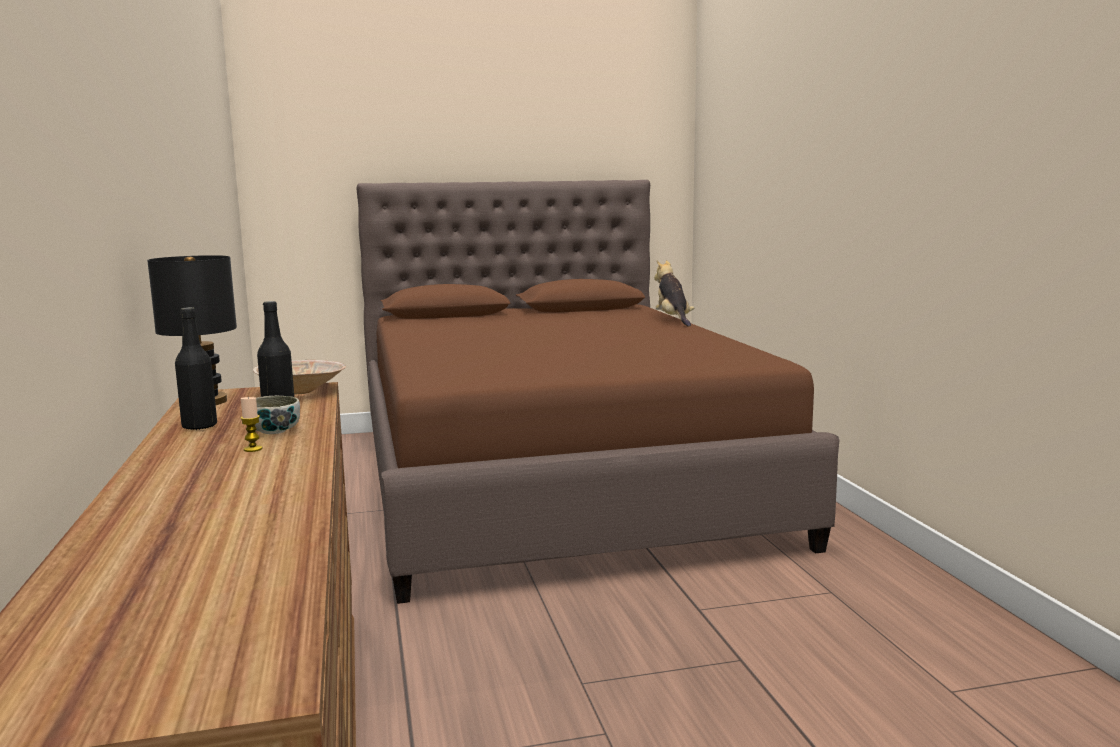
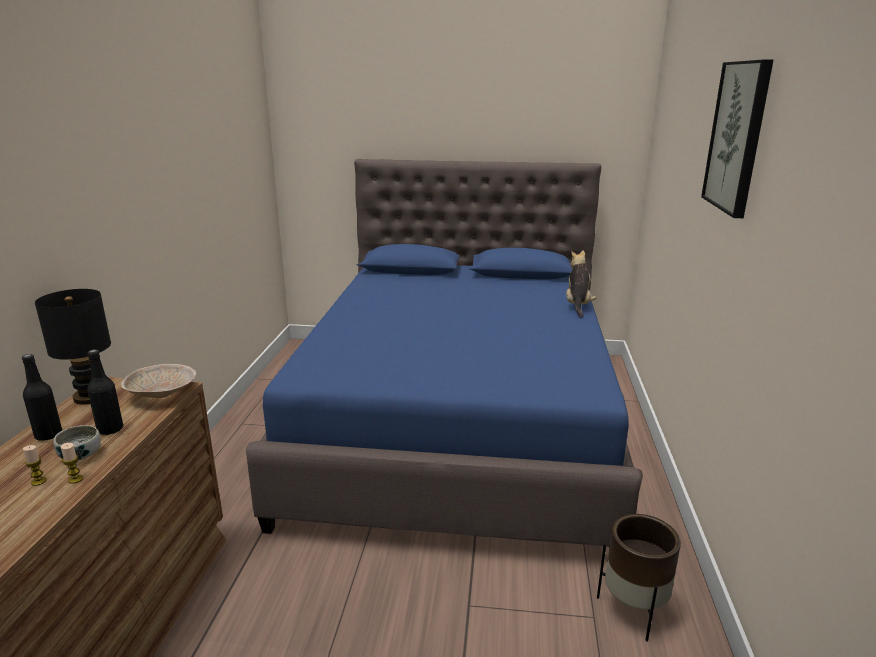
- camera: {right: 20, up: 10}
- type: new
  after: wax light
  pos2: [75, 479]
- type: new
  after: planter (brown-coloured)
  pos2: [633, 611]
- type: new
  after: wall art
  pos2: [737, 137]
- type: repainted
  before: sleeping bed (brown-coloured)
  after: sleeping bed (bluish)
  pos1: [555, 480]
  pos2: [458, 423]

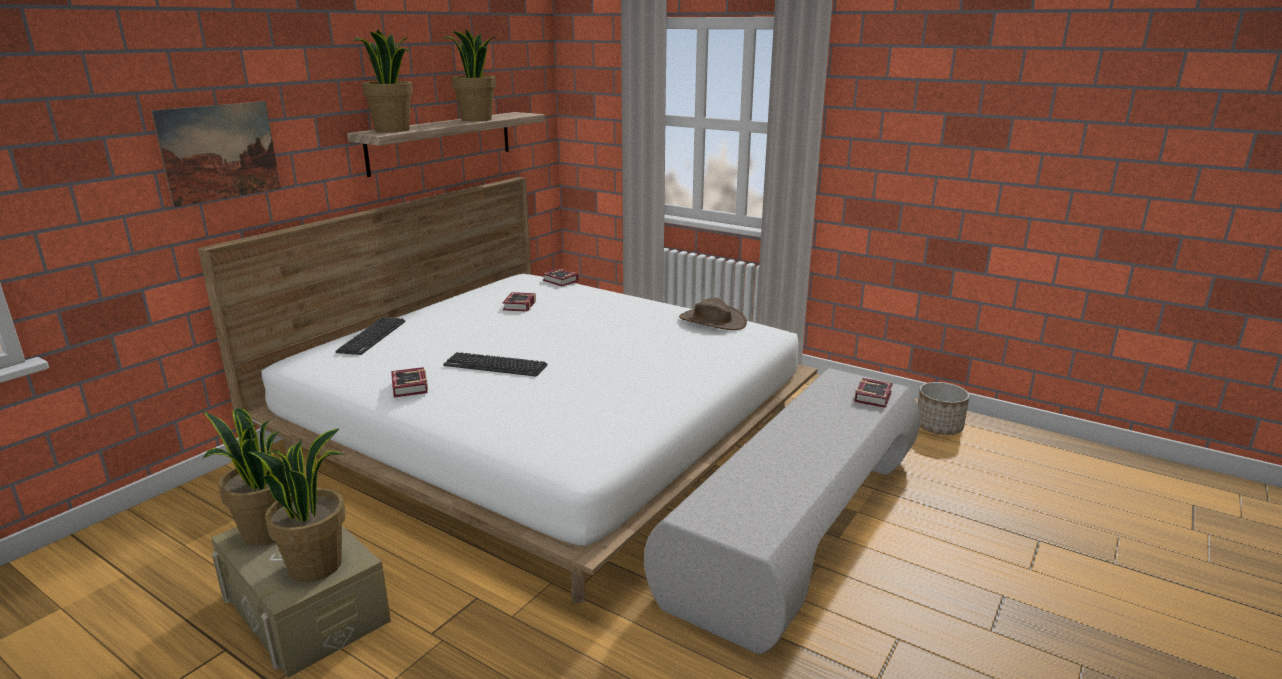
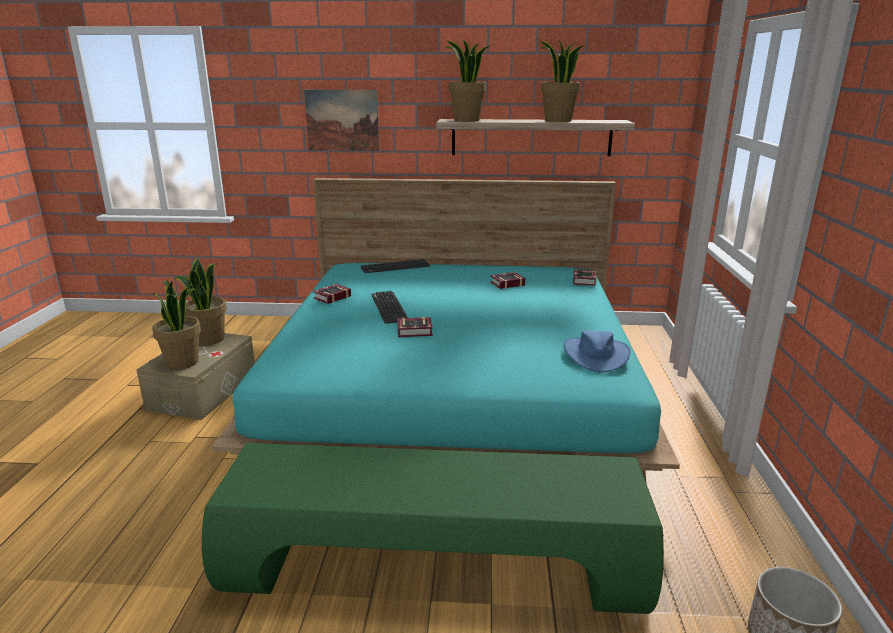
- camera: {right: 60, up: 0}
- type: shifted
  before: book
  pos1: [874, 396]
  pos2: [416, 331]
- type: repainted
  before: sleeping bed (white)
  after: sleeping bed (blue-green)
  pos1: [547, 434]
  pos2: [454, 390]
- type: repainted
  before: long seat (greyish)
  after: long seat (green)
  pos1: [796, 522]
  pos2: [434, 561]
- type: repainted
  before: wearable hat (brown-coloured)
  after: wearable hat (bluish)
  pos1: [712, 321]
  pos2: [595, 355]

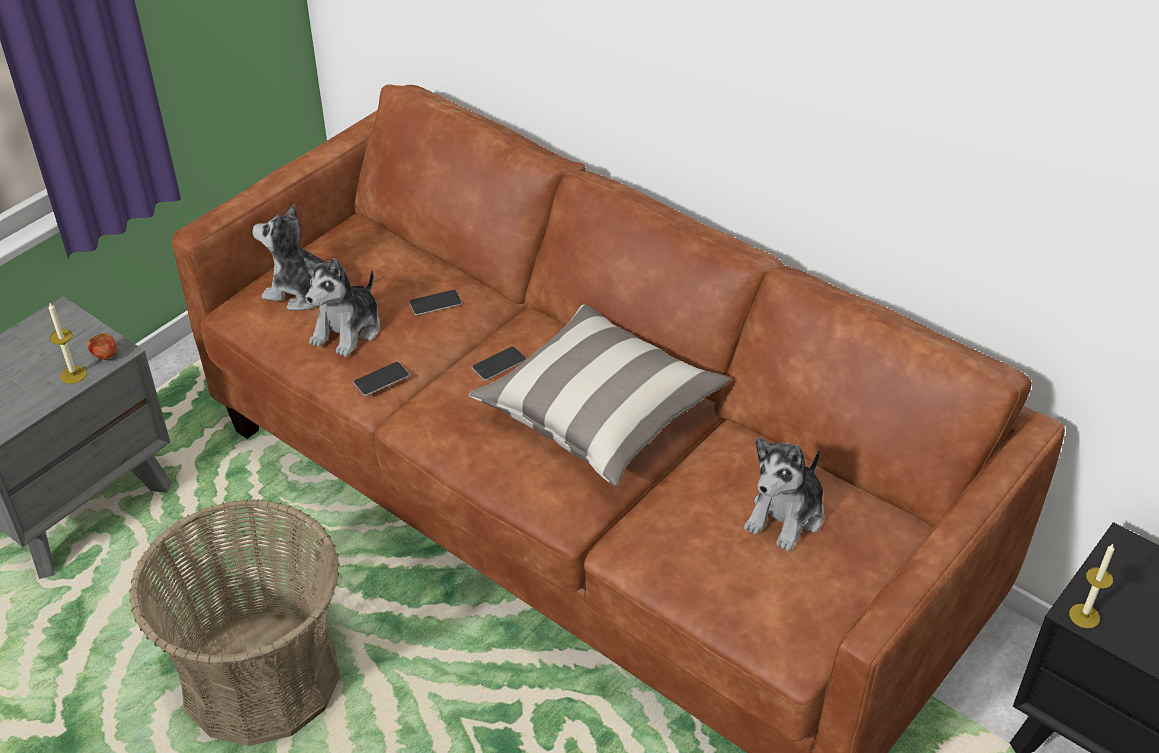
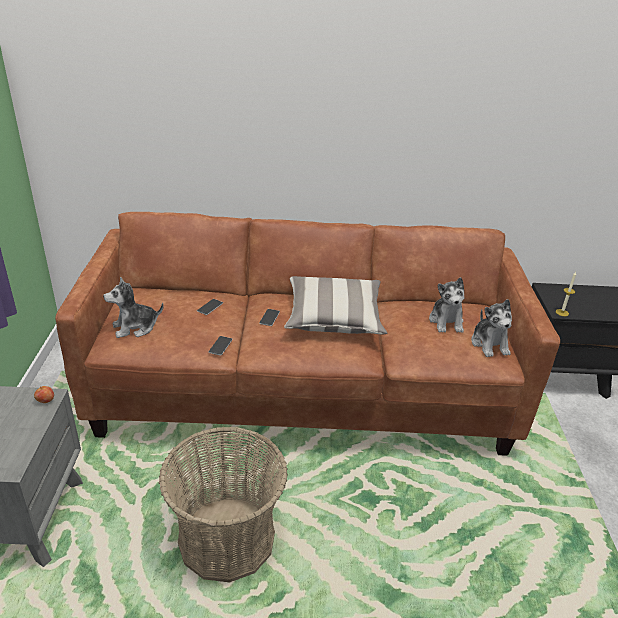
- camera: {right: -40, up: -10}
- type: gone
  before: wax light
  pos1: [73, 375]
- type: shifted
  before: plush toy
  pos1: [348, 330]
  pos2: [489, 344]

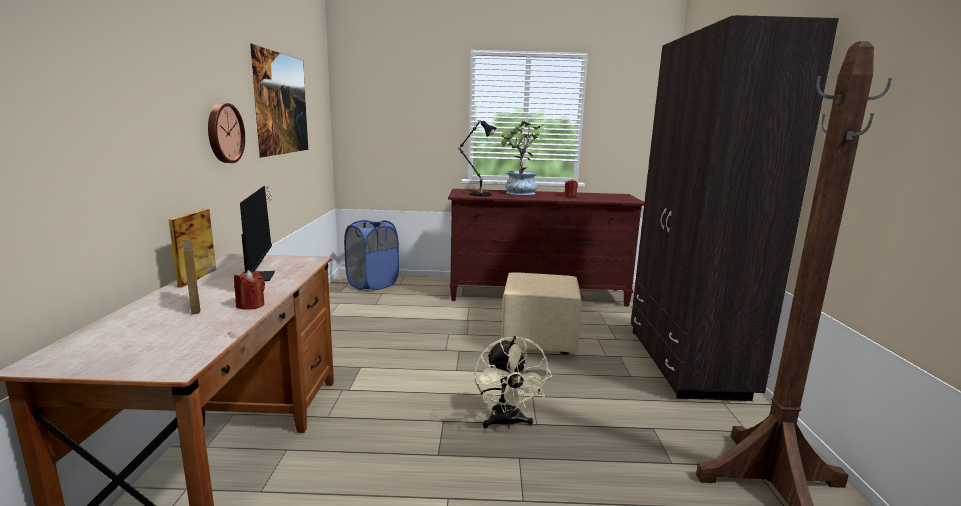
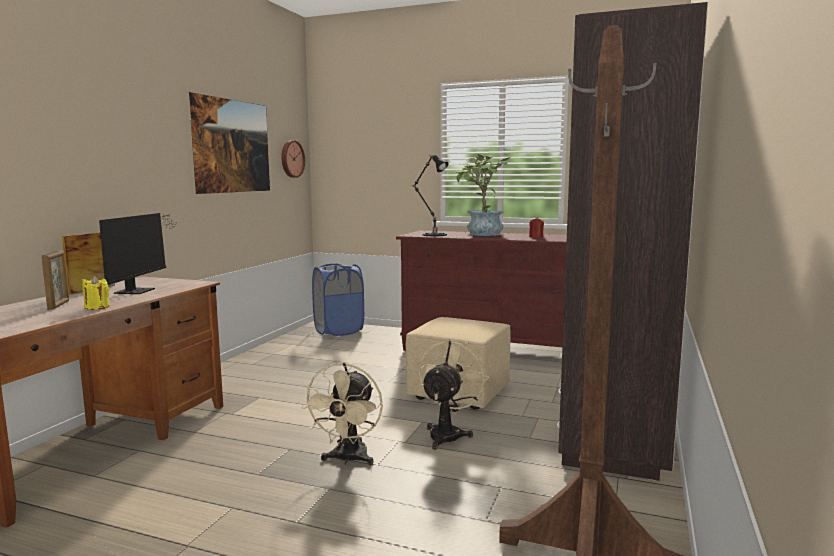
- camera: {right: 20, up: -5}
- type: new
  after: fan (beige-coloured)
  pos2: [448, 434]
- type: shifted
  before: wall clock
  pos1: [223, 133]
  pos2: [291, 159]
- type: repainted
  before: wax light (red-coloured)
  after: wax light (yellow-coloured)
  pos1: [251, 305]
  pos2: [97, 307]

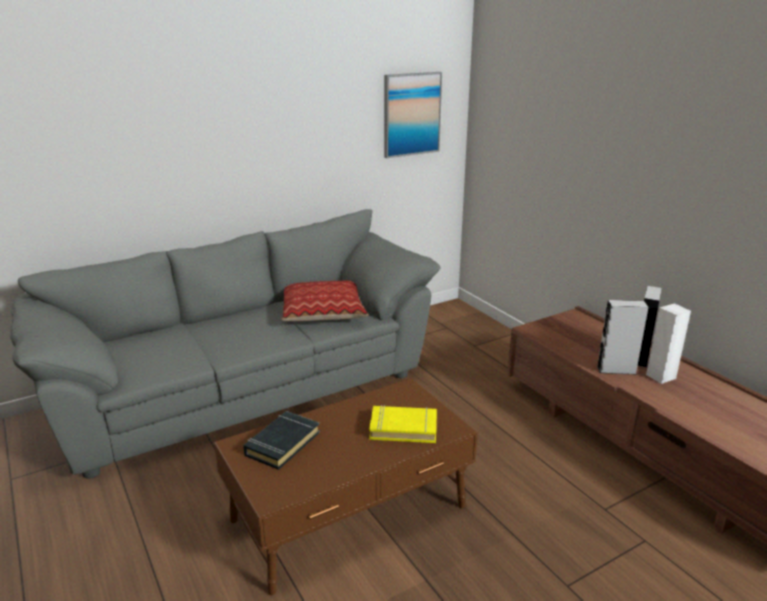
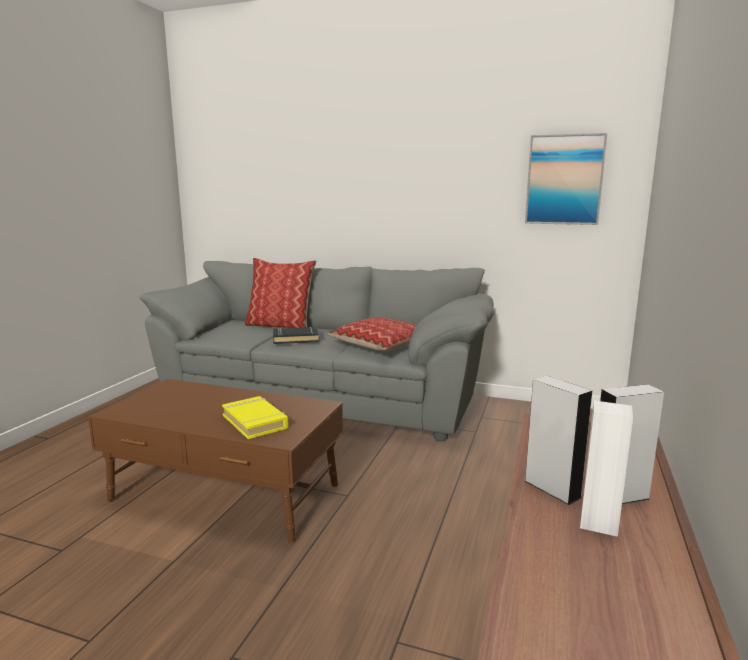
- camera: {right: 50, up: -10}
- type: new
  after: throw pillow
  pos2: [280, 326]
- type: shifted
  before: book (black-coloured)
  pos1: [282, 443]
  pos2: [296, 339]

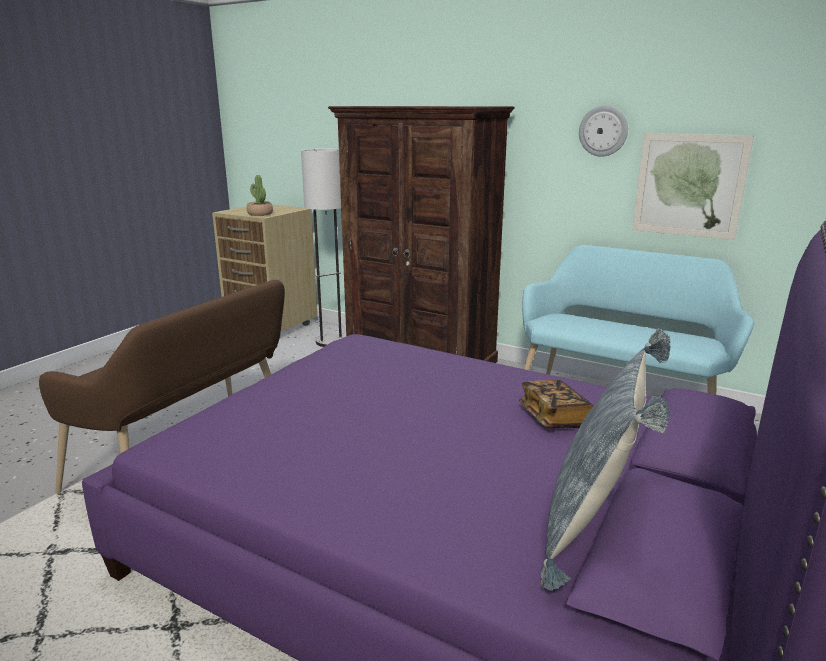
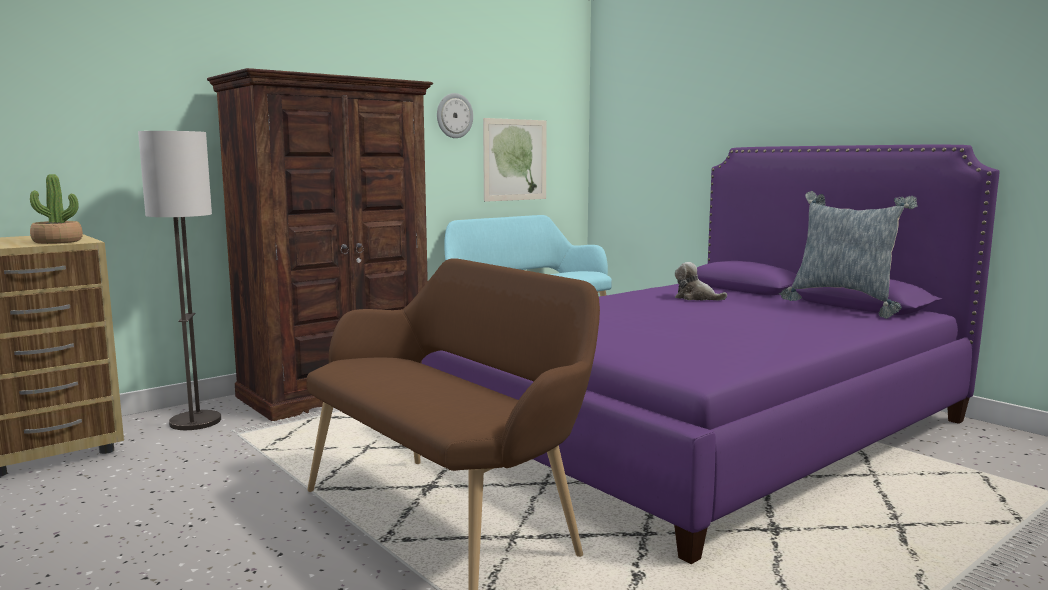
- camera: {right: -70, up: -10}
- type: swapped
  before: book
  after: plush toy
  pos1: [554, 418]
  pos2: [696, 298]

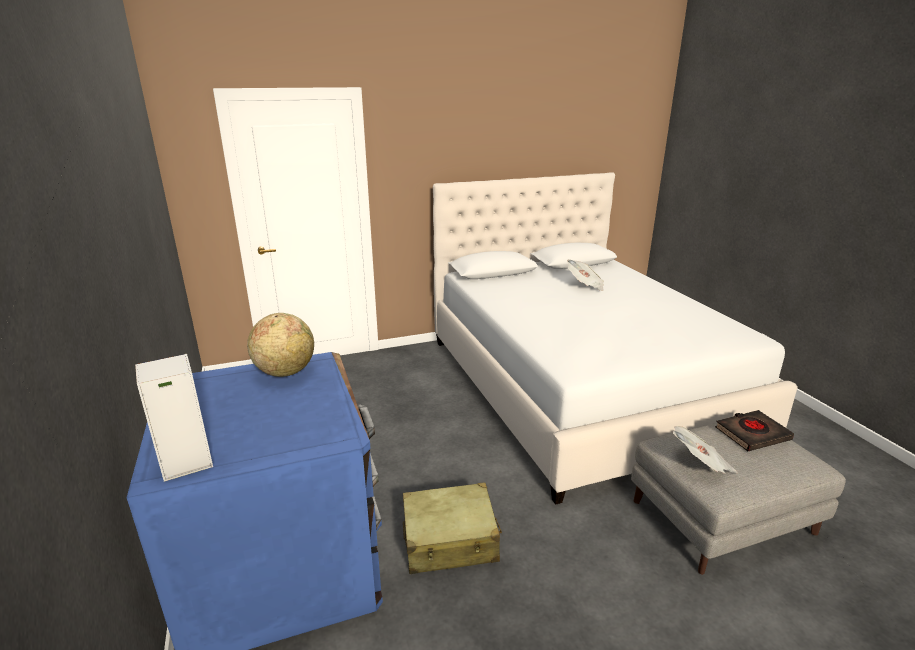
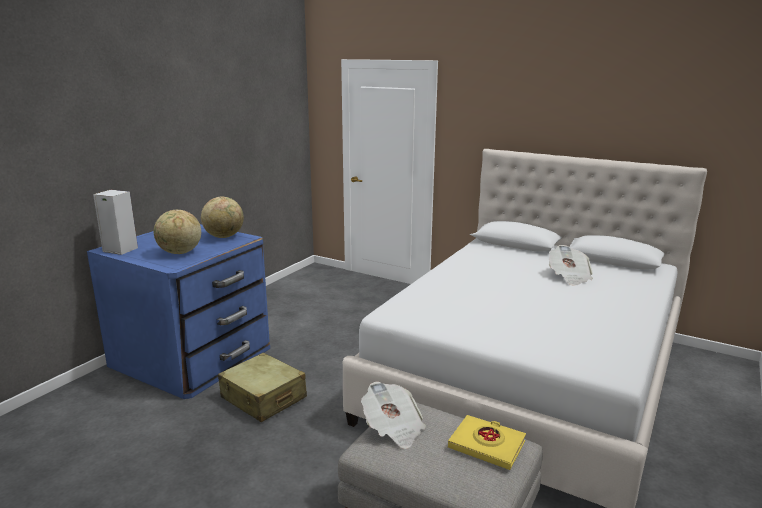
- camera: {right: 50, up: -5}
- type: new
  after: desk globe
  pos2: [180, 253]
- type: repainted
  before: book (black-coloured)
  after: book (yellow-coloured)
  pos1: [752, 434]
  pos2: [487, 445]

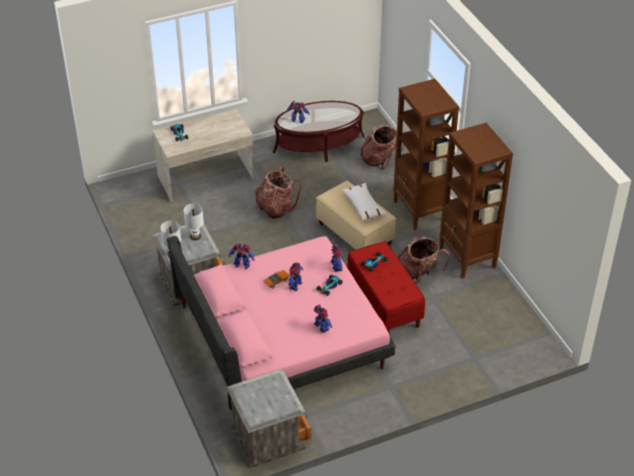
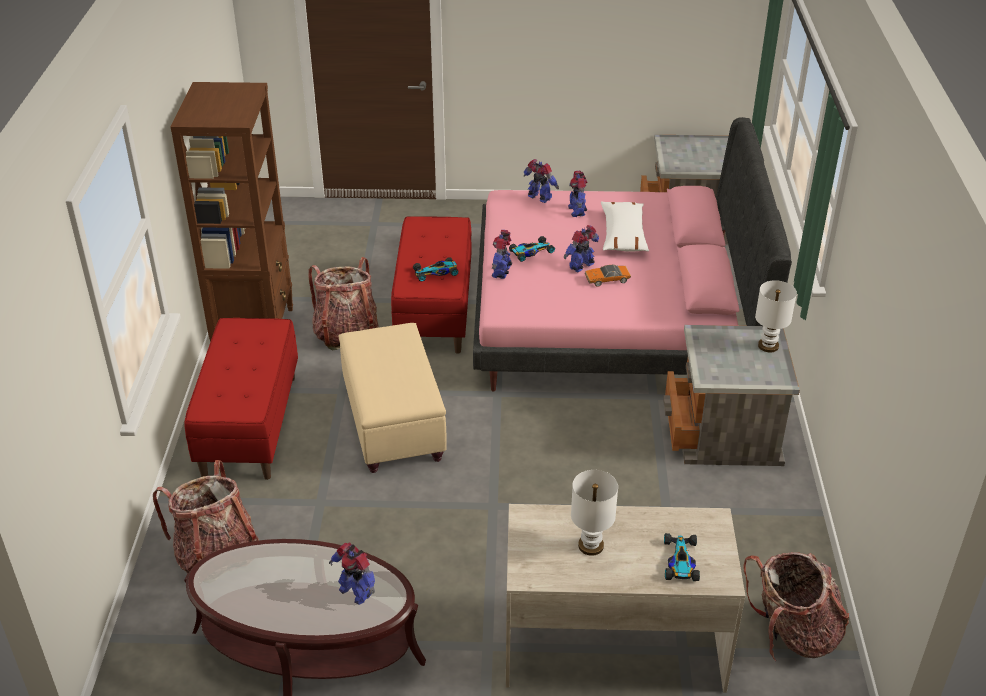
- camera: {right: -155, up: -5}
- type: shifted
  before: table lamp (white)
  pos1: [195, 236]
  pos2: [591, 546]
- type: shifted
  before: model robot
  pos1: [242, 265]
  pos2: [539, 198]
- type: shifted
  before: knapsack
  pos1: [276, 208]
  pos2: [792, 634]
- type: shifted
  before: throw pillow (white)
  pos1: [363, 206]
  pos2: [623, 234]
- type: swapped
  before: shelving unit (brown-coloured)
  after: long seat (red-coloured)
  pos1: [420, 211]
  pos2: [249, 425]

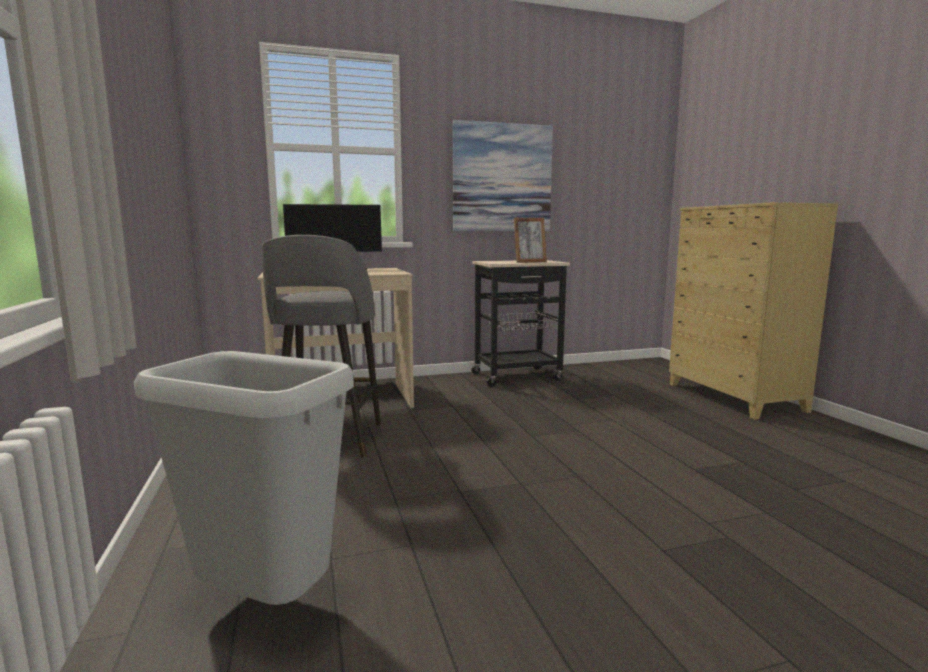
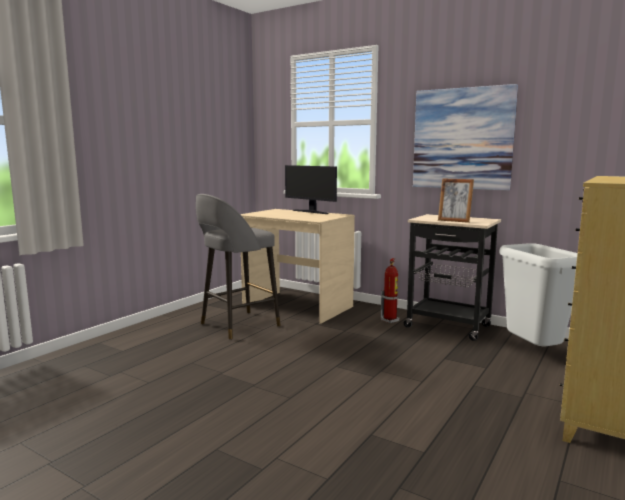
- camera: {right: 50, up: 0}
- type: new
  after: fire extinguisher
  pos2: [390, 320]
- type: shifted
  before: trash can (greyish)
  pos1: [262, 607]
  pos2: [531, 351]

